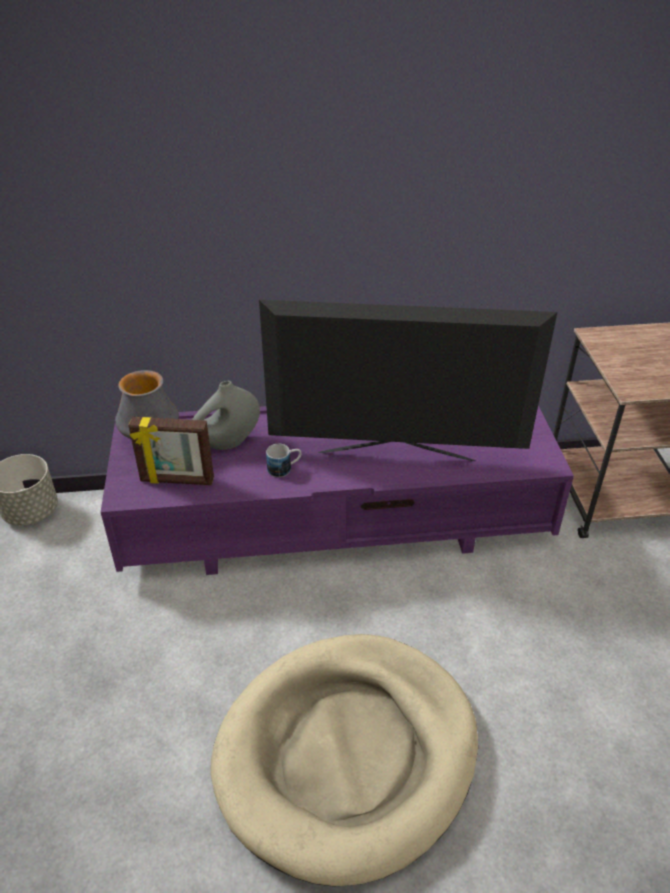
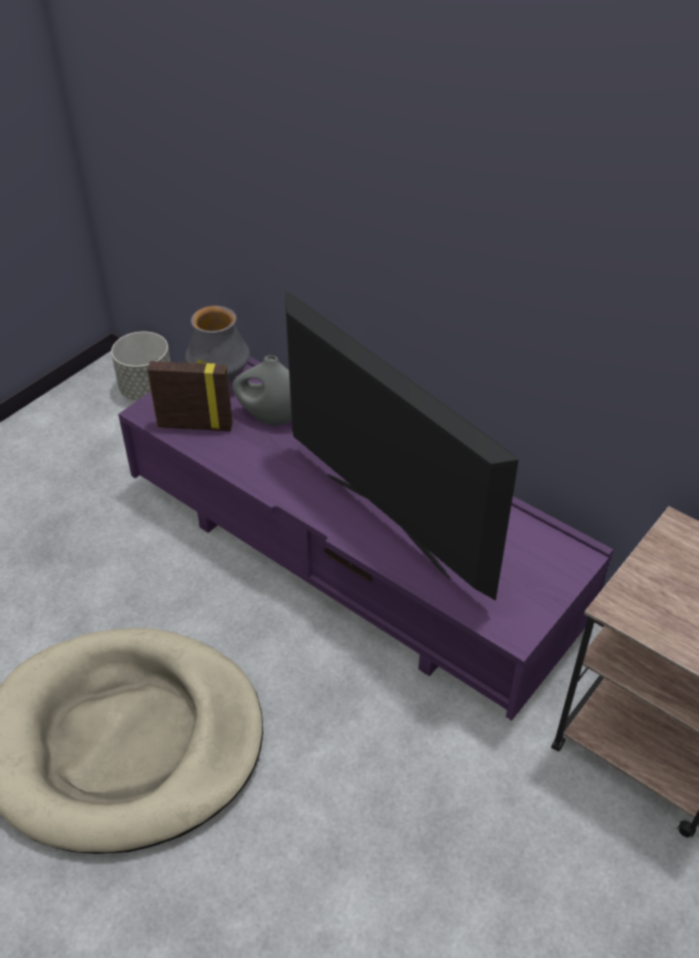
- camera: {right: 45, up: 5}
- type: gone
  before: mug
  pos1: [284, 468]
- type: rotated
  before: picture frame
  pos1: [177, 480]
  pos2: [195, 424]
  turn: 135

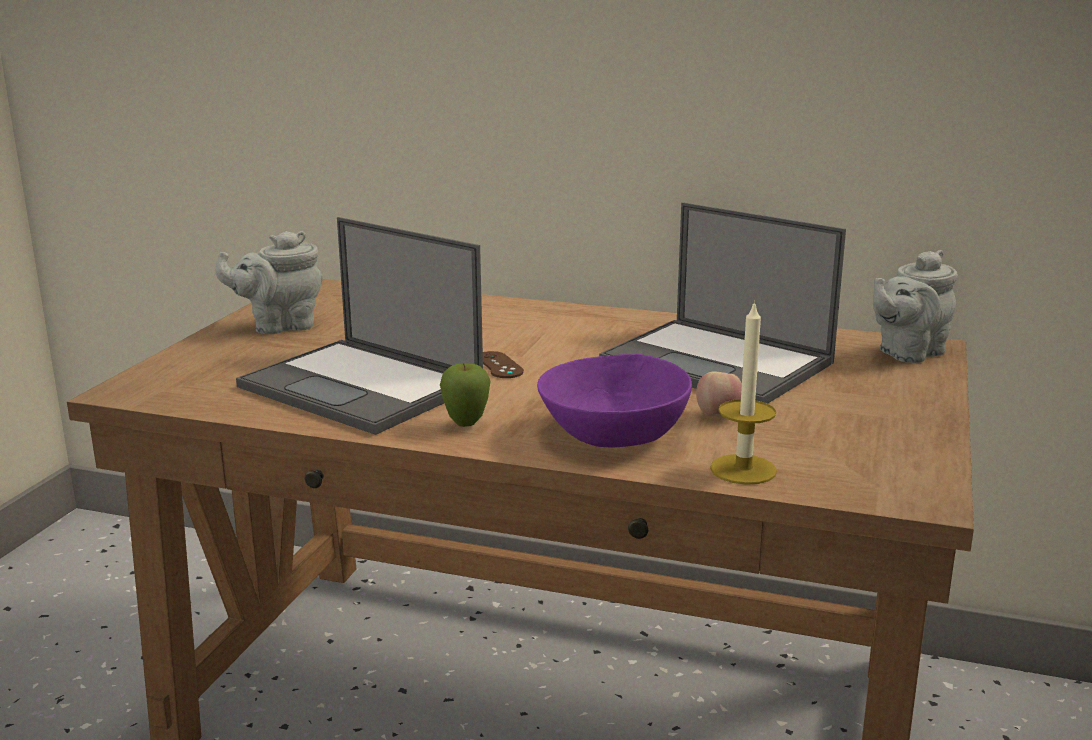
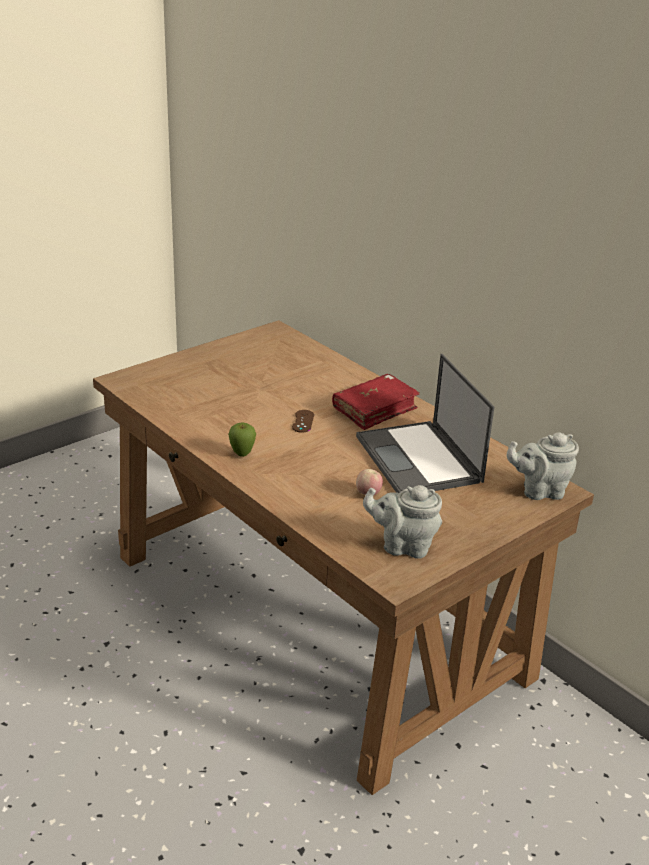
- camera: {right: 30, up: 10}
- type: gone
  before: laptop
  pos1: [364, 386]
- type: gone
  before: serving bowl (purplish)
  pos1: [613, 435]
- type: gone
  before: wax light
  pos1: [743, 469]
- type: new
  after: book (red-coloured)
  pos2: [374, 409]
- type: shifted
  before: tea pot (greyish)
  pos1: [279, 326]
  pos2: [403, 546]

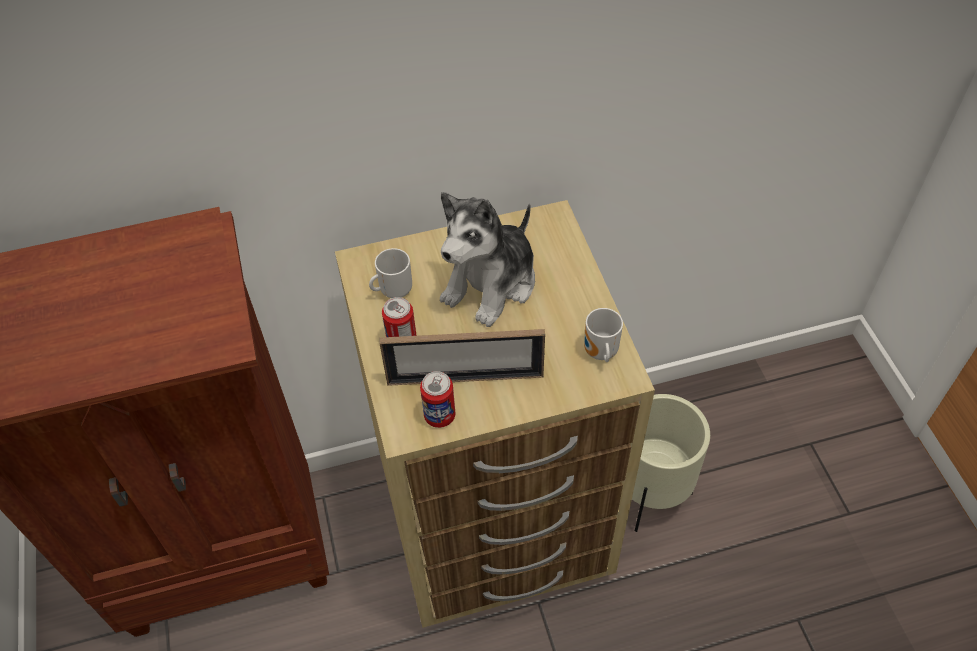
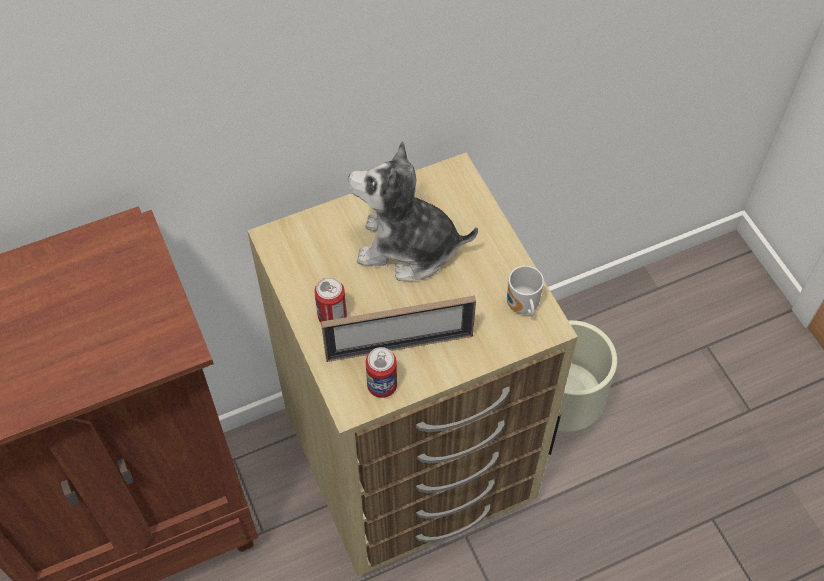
- camera: {right: -10, up: 5}
- type: gone
  before: mug
  pos1: [393, 291]
- type: rotated
  before: plush toy
  pos1: [491, 284]
  pos2: [408, 248]
  turn: 75

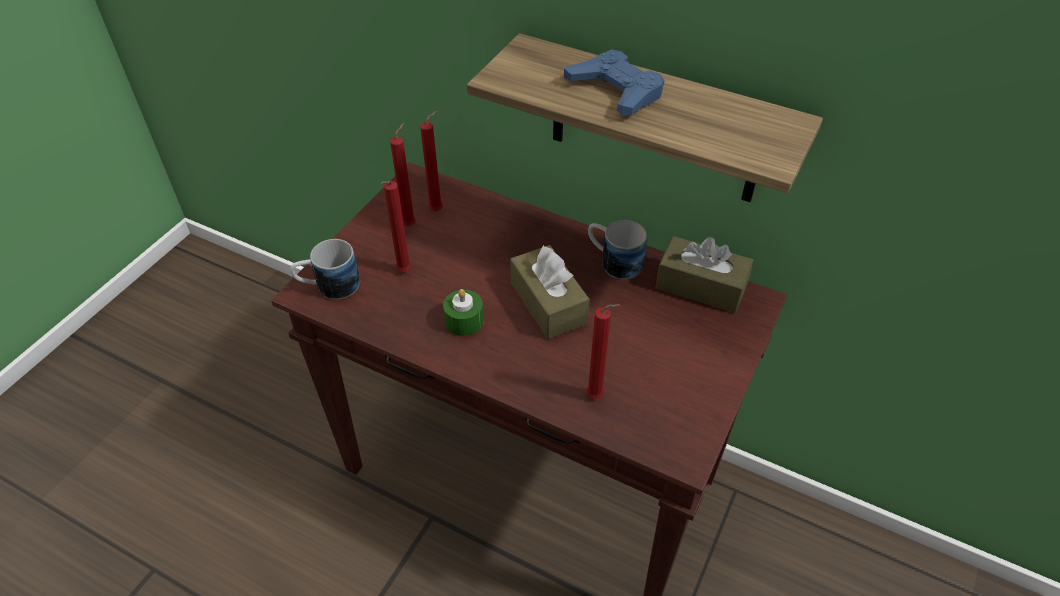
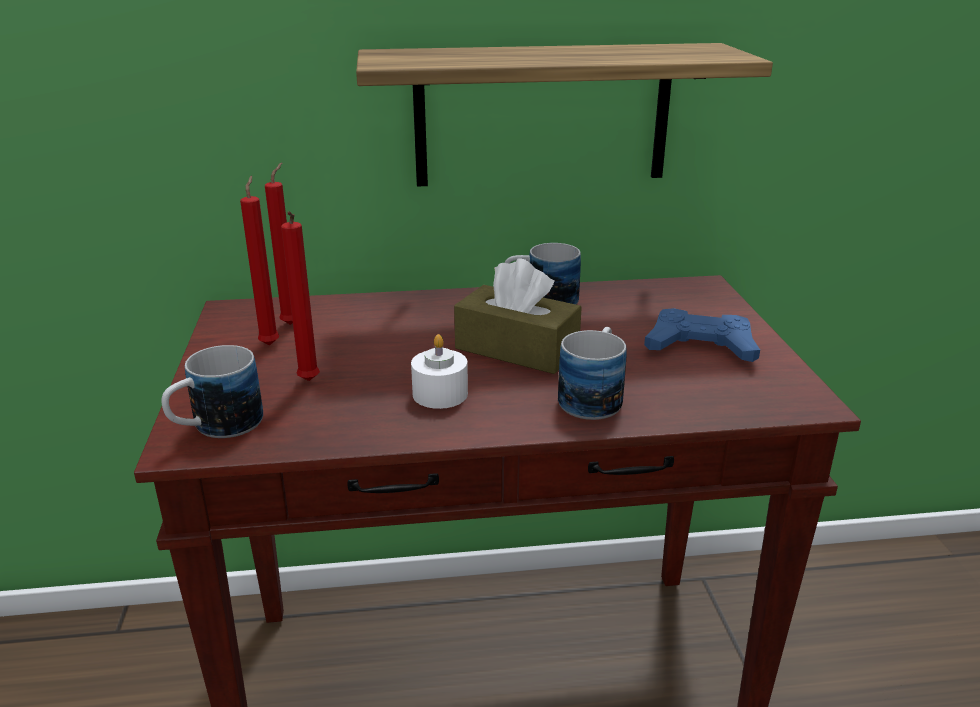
- camera: {right: -35, up: -20}
- type: gone
  before: wax light (red-coloured)
  pos1: [597, 397]
- type: gone
  before: tissue holder (brown-coloured)
  pos1: [700, 286]
- type: new
  after: mug
  pos2: [594, 396]
- type: shifted
  before: game controller (bluish)
  pos1: [616, 90]
  pos2: [700, 346]
- type: repainted
  before: wax light (green)
  after: wax light (white)
  pos1: [464, 321]
  pos2: [440, 394]

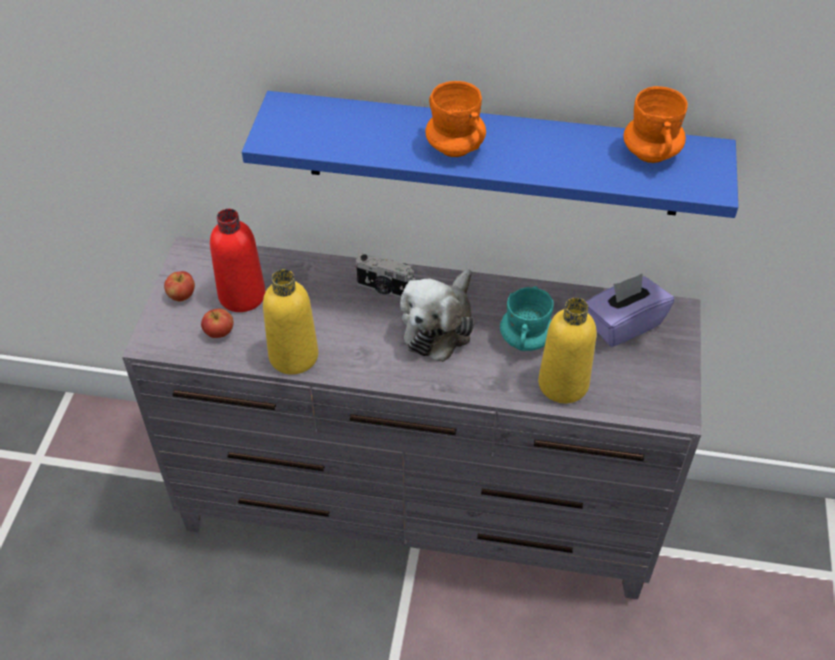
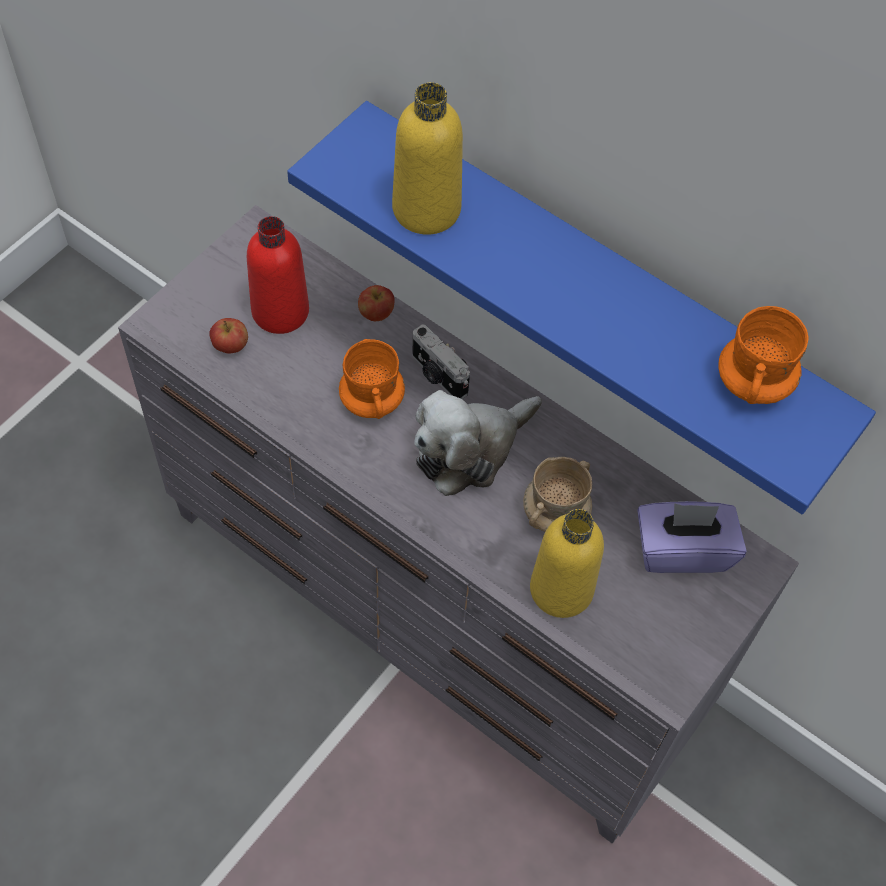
- camera: {right: 25, up: 10}
- type: shifted
  before: whole apple
  pos1: [182, 296]
  pos2: [376, 313]
- type: shifted
  before: drink bottle (yellow-coloured)
  pos1: [293, 356]
  pos2: [426, 209]
- type: shifted
  before: mug (orange-coloured)
  pos1: [455, 147]
  pos2: [372, 400]
- type: repainted
  before: mug (blue-green)
  after: mug (beige-coloured)
  pos1: [525, 339]
  pos2: [555, 513]

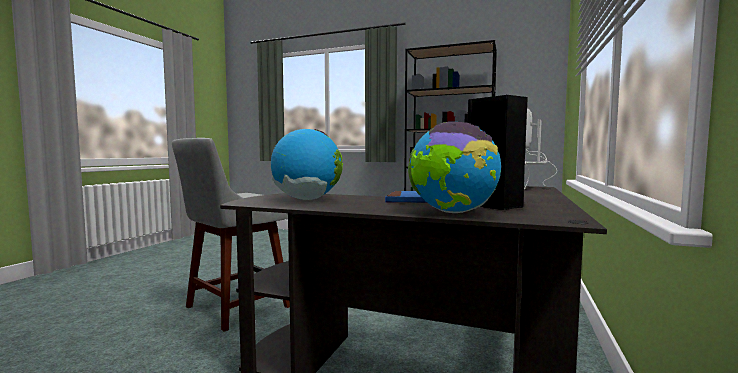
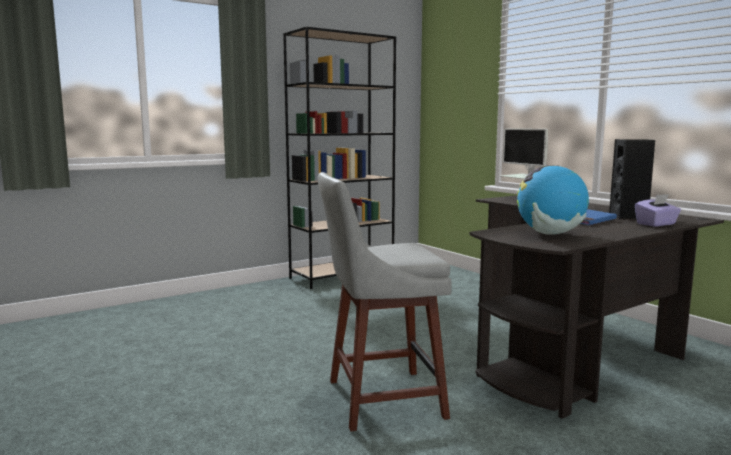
- camera: {right: -55, up: 5}
- type: swapped
  before: desk globe
  after: tissue holder (purplish)
  pos1: [452, 212]
  pos2: [656, 224]
- type: rotated
  before: chair (greyish)
  pos1: [232, 308]
  pos2: [378, 399]
  turn: 90

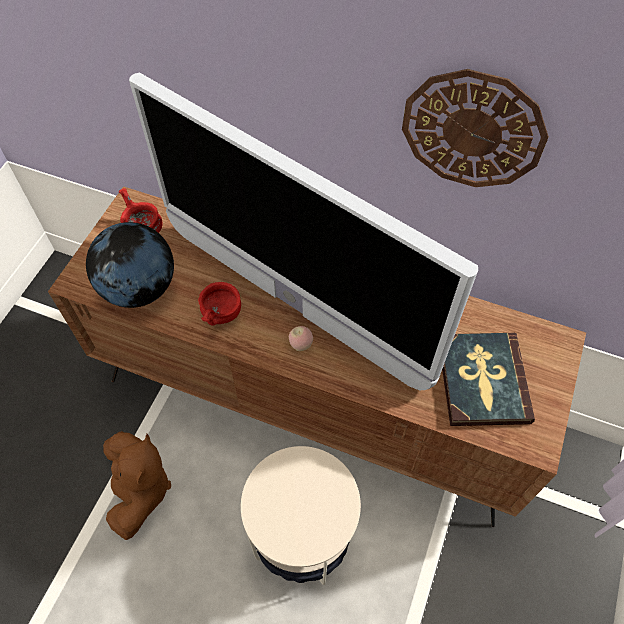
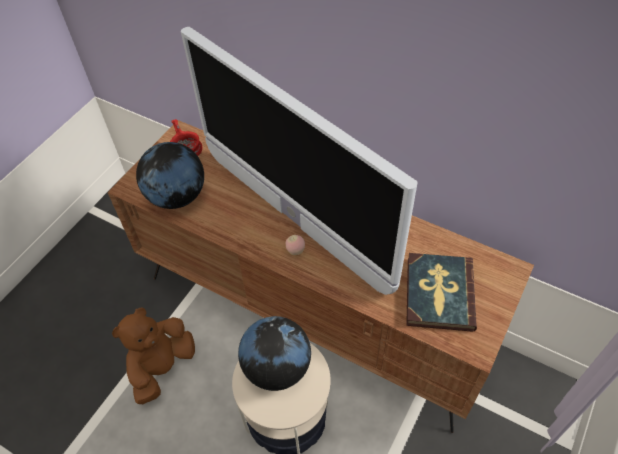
- camera: {right: 10, up: -5}
- type: gone
  before: serving bowl (red-coloured)
  pos1: [222, 314]
- type: gone
  before: wall clock
  pos1: [472, 130]
- type: new
  after: desk globe
  pos2: [277, 367]
- type: rotated
  before: plush toy (brown-coloured)
  pos1: [140, 491]
  pos2: [162, 367]
  turn: -150

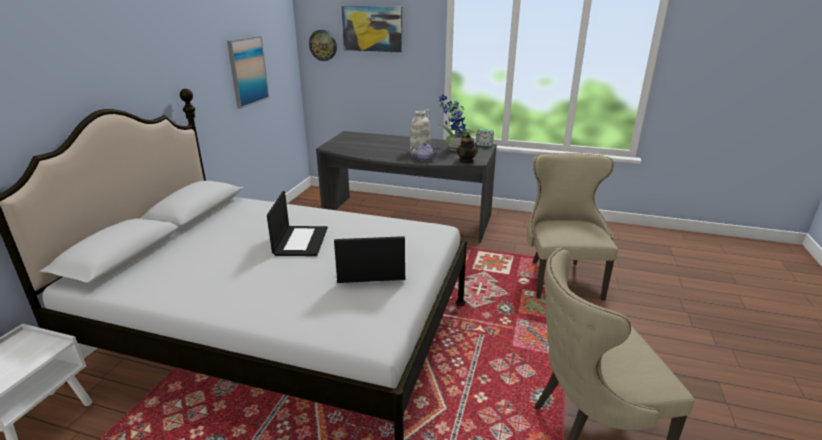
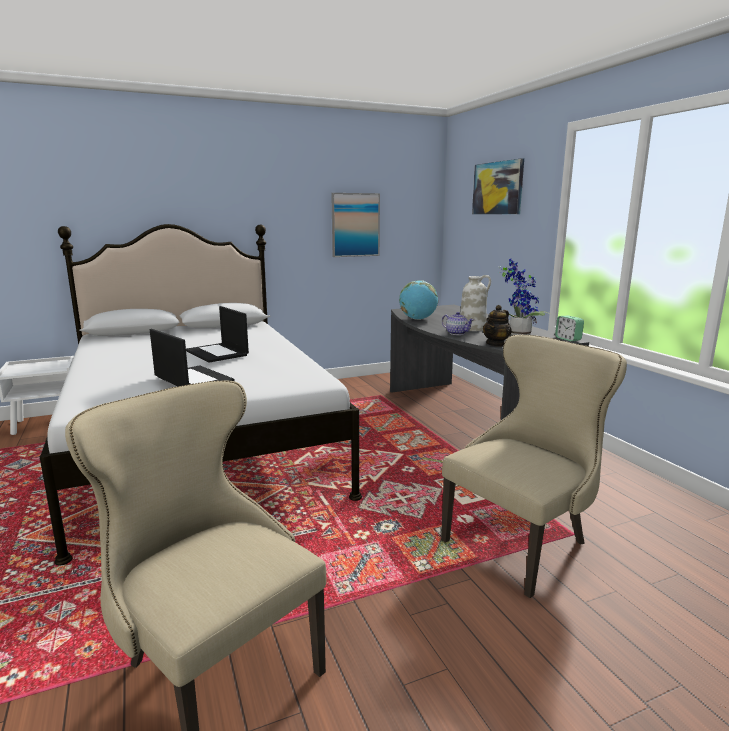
- camera: {right: 50, up: -10}
- type: gone
  before: wall clock
  pos1: [323, 45]
- type: new
  after: desk globe
  pos2: [418, 319]
- type: rotated
  before: laptop
  pos1: [300, 241]
  pos2: [217, 353]
  turn: 90

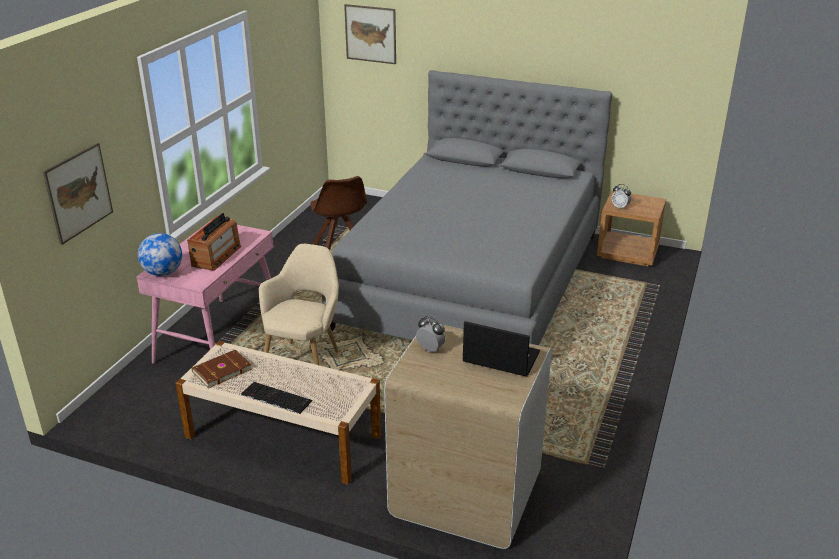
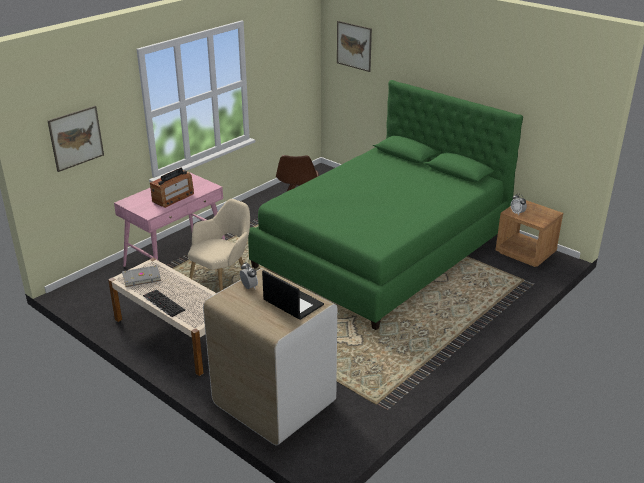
- camera: {right: 20, up: 0}
- type: gone
  before: desk globe
  pos1: [163, 273]
- type: repainted
  before: book (brown-coloured)
  after: book (greyish)
  pos1: [221, 370]
  pos2: [141, 277]
- type: repainted
  before: sleeping bed (greyish)
  after: sleeping bed (green)
  pos1: [472, 279]
  pos2: [383, 250]

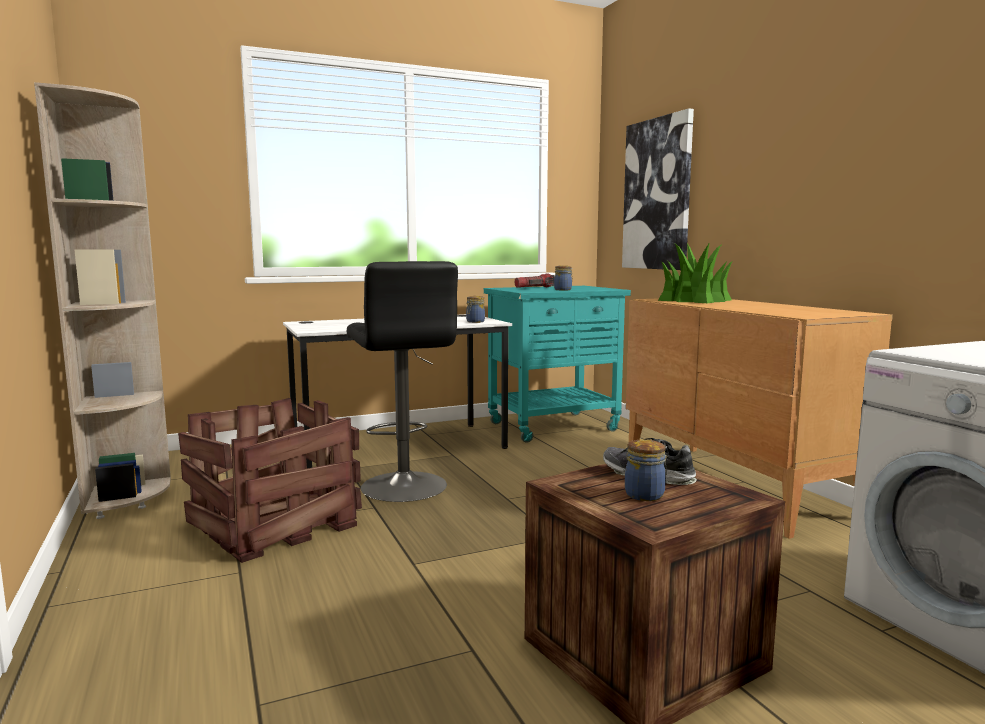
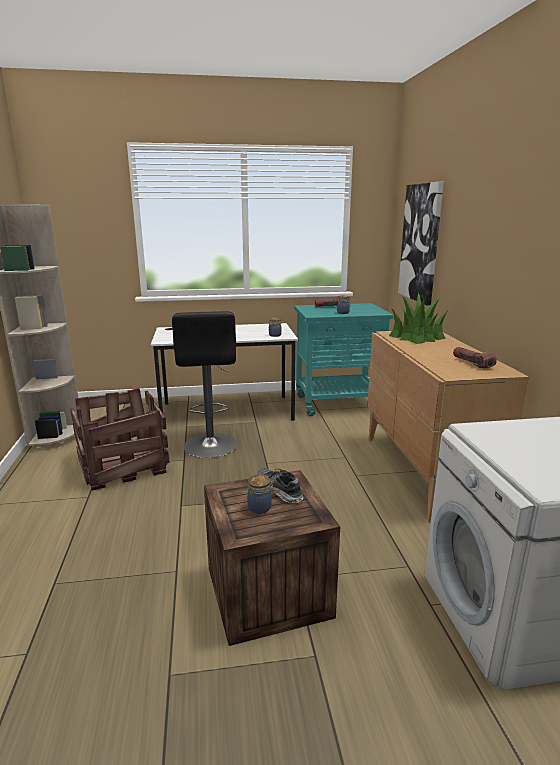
- camera: {right: 15, up: 10}
- type: new
  after: flashlight
  pos2: [472, 363]

